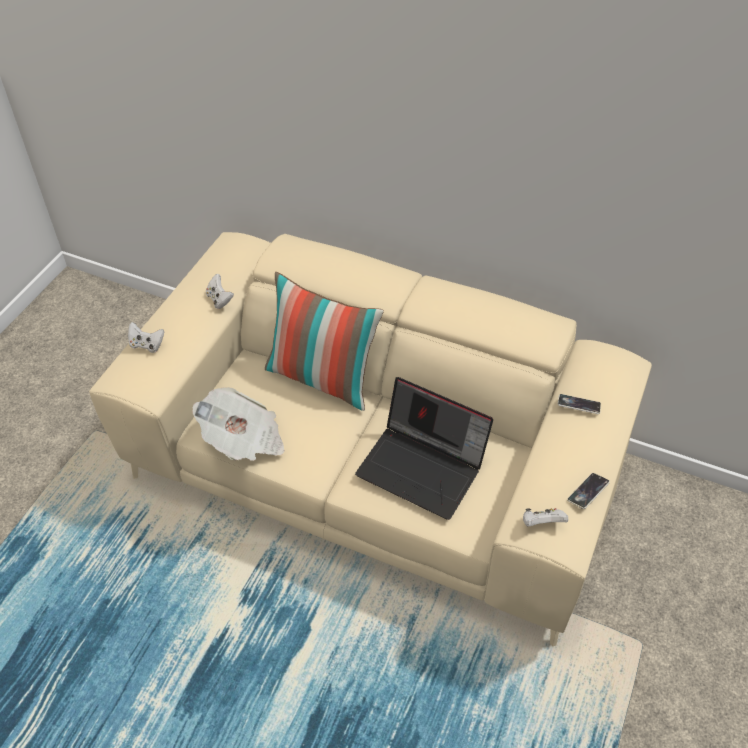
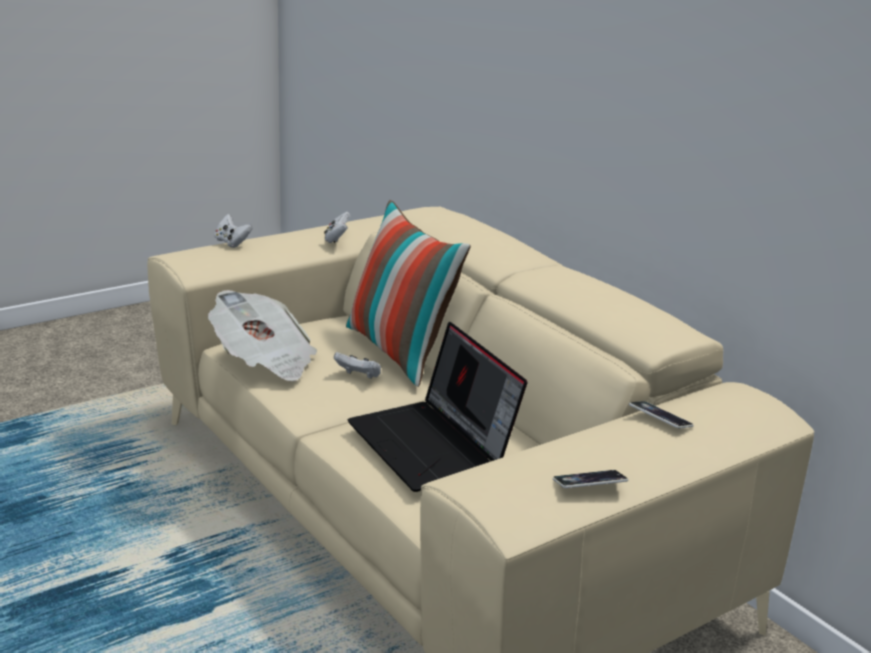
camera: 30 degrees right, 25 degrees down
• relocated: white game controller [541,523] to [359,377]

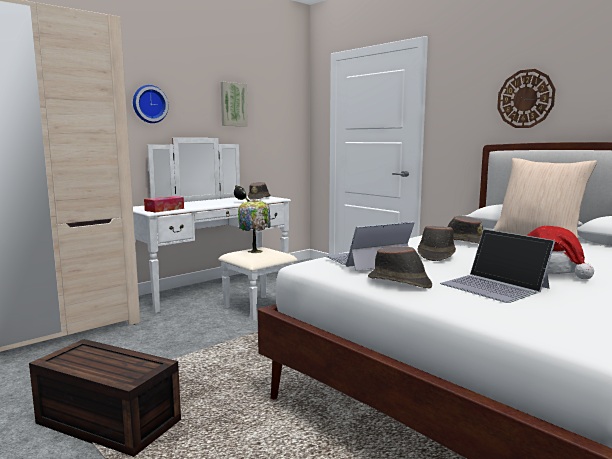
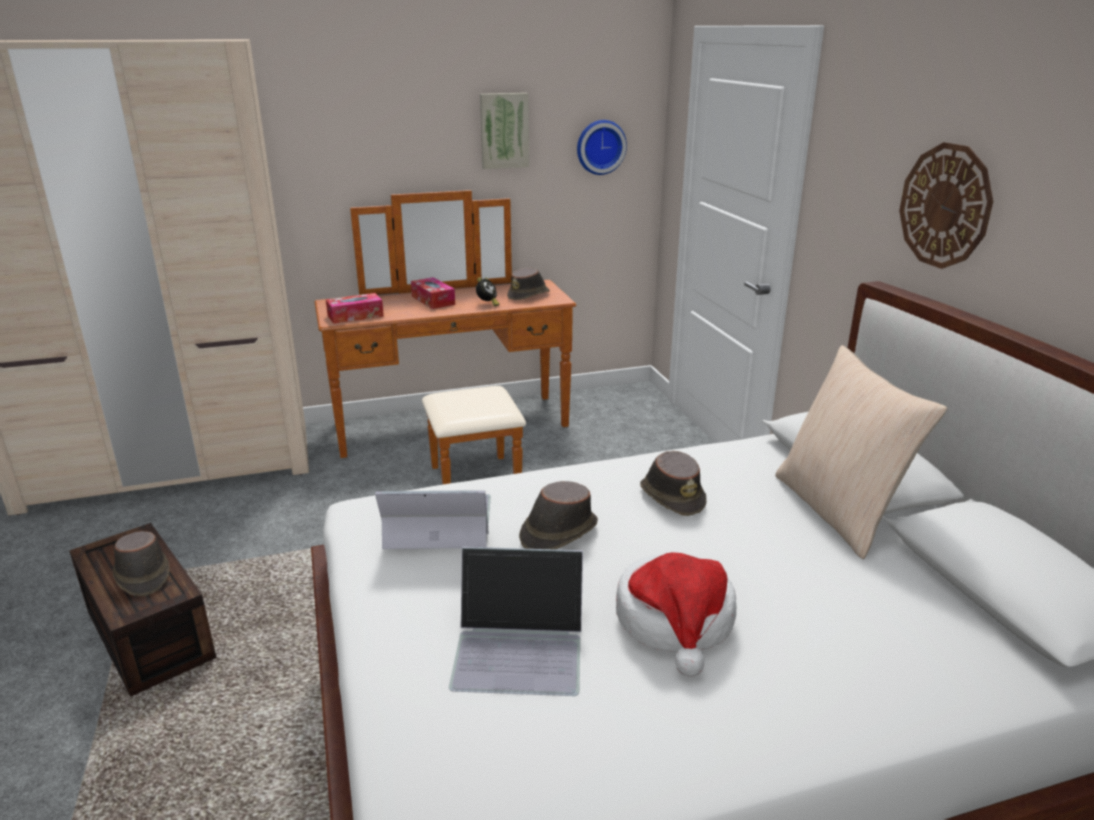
camera: 25 degrees right, 15 degrees up
• relocated: wall clock [149,104] to [600,147]
• colour: white dresser [224,292] to brown dresser [457,436]
• missing: table lamp [255,251]
• relocated: brown hat [400,282] to [142,576]
• spun: laptop [495,286] = [520,647] 75 degrees counterclockwise
• appeared: tissue box [433,300]

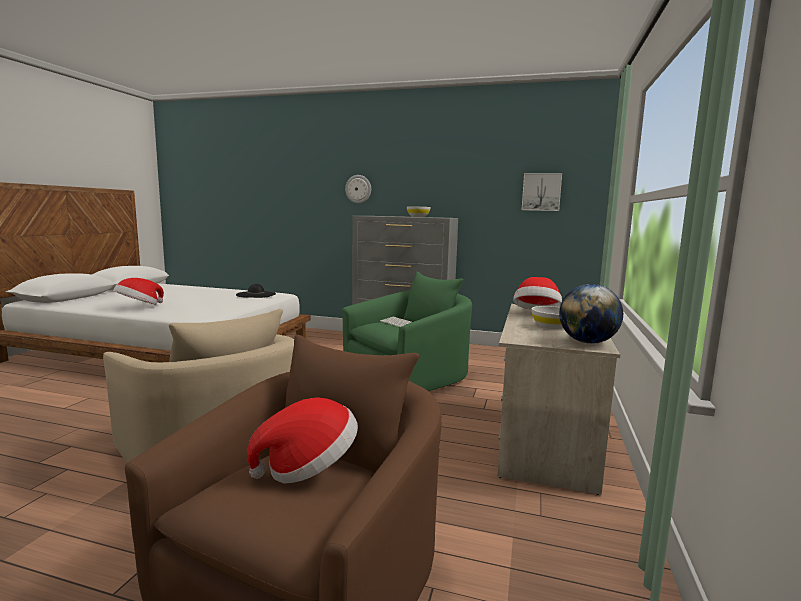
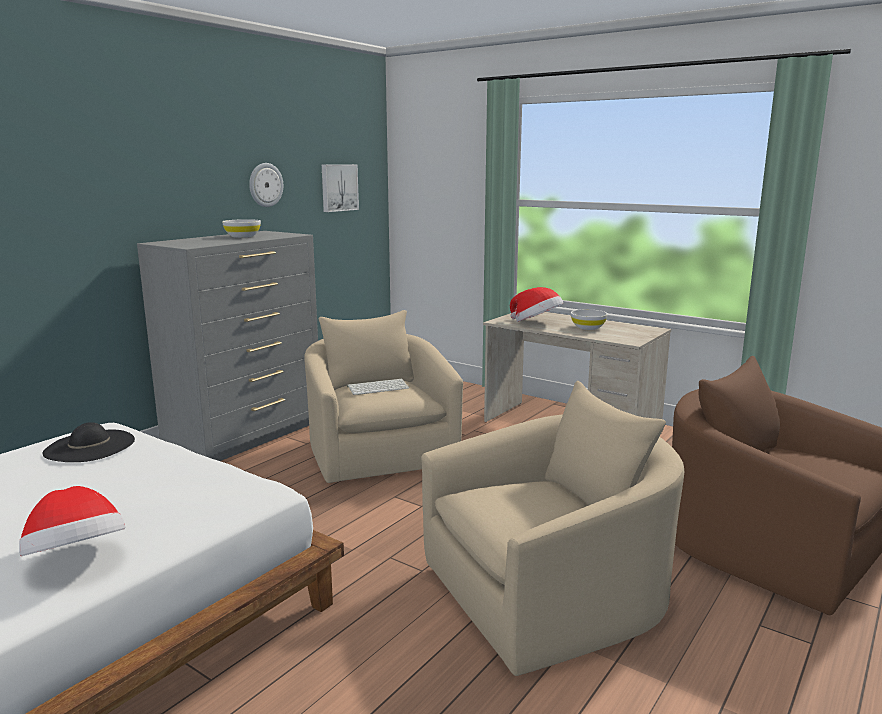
camera: 70 degrees left, 5 degrees up
• missing: hat [308,467]
• colour: green armchair [410,376] to beige armchair [379,452]
• relocated: wall clock [358,189] to [265,185]
• missing: globe [587,342]

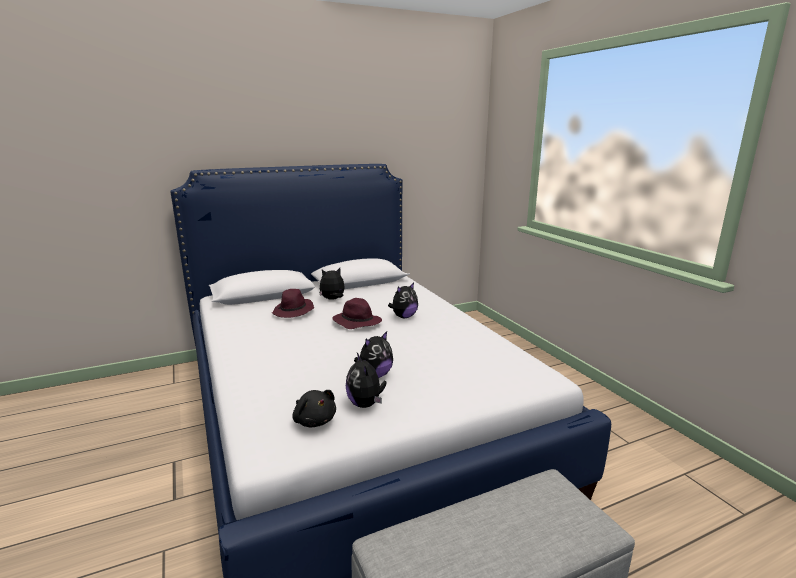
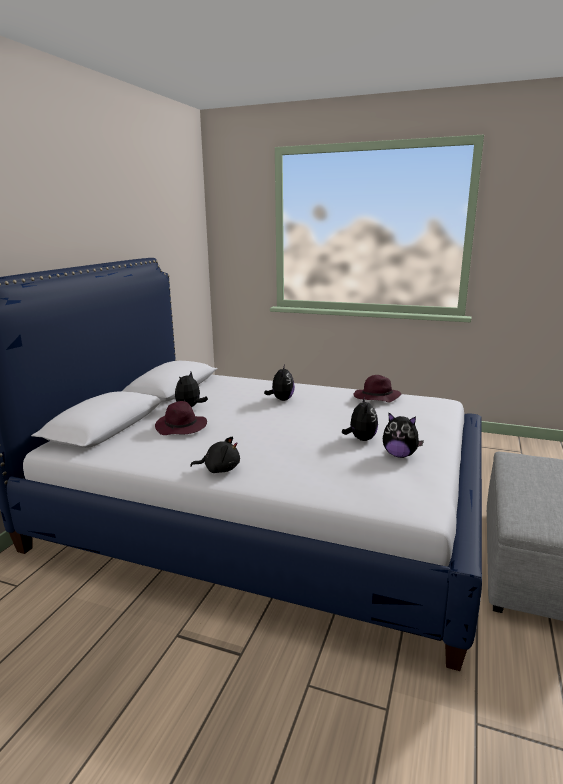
camera: 45 degrees left, 0 degrees up
• relocated: black plush toy [314,420] to [219,469]
• relocated: purple hat [356,322] to [376,398]

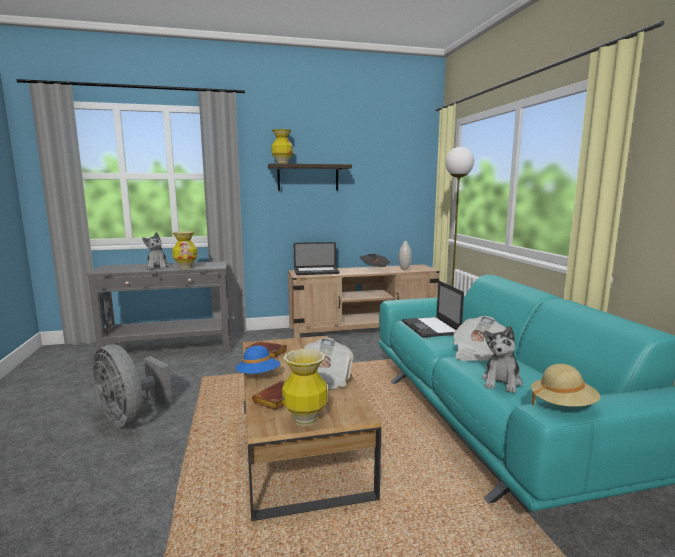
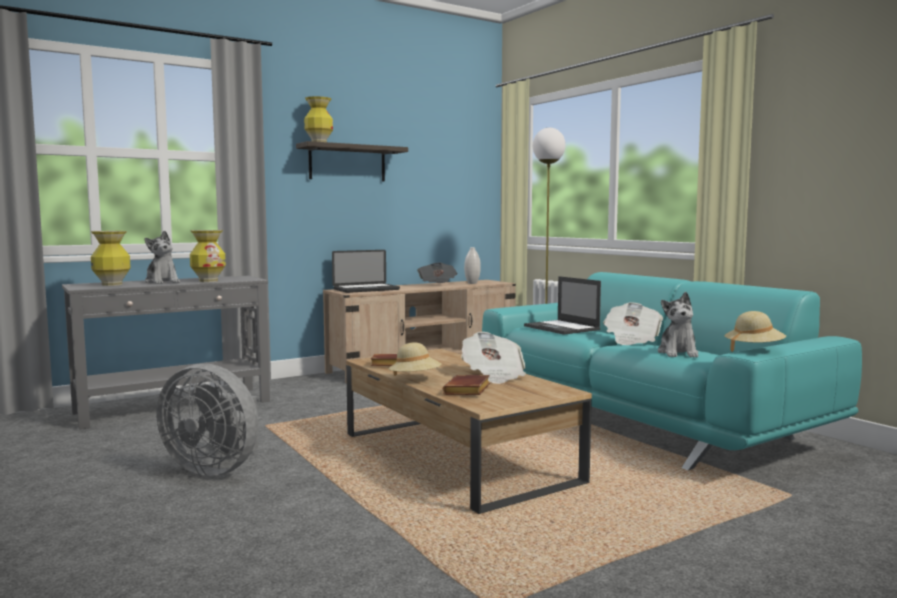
camera: 20 degrees left, 5 degrees down
• colour: blue hat [258,376] to beige hat [415,379]
• relocated: vase [305,419] to [112,285]

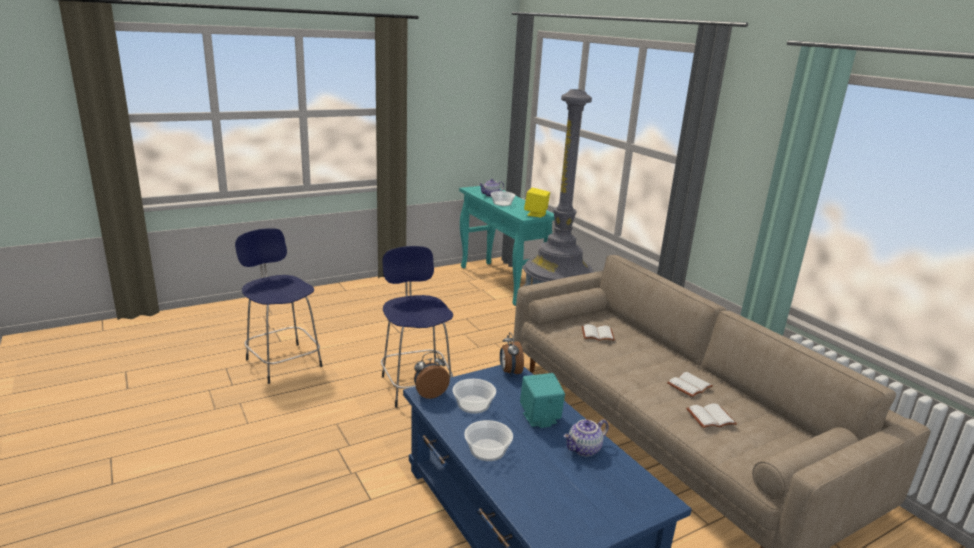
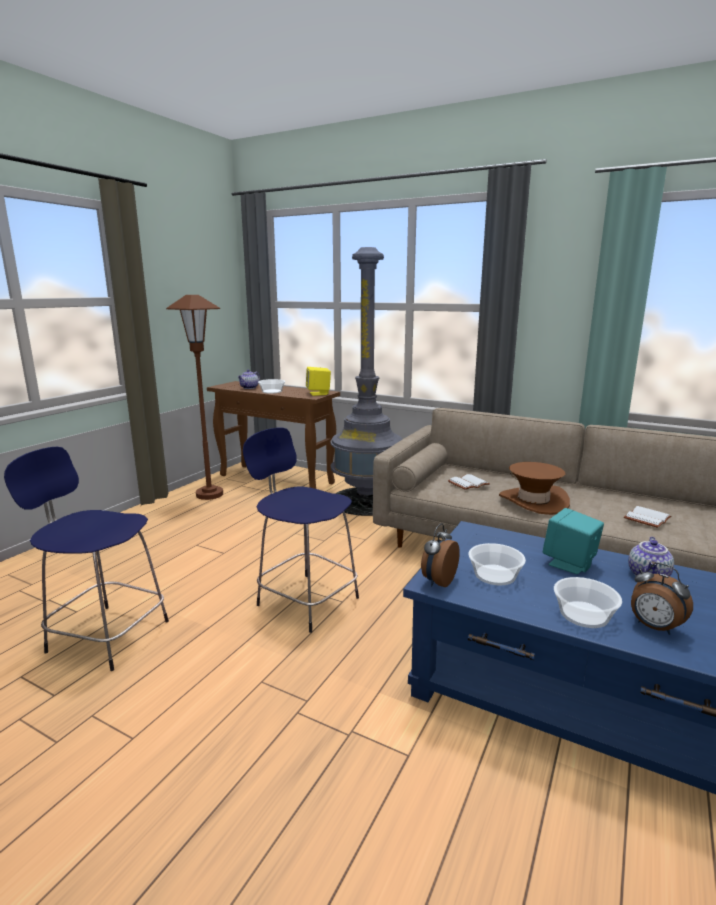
camera: 30 degrees left, 5 degrees down
• colour: turquoise console table [501,283] to brown console table [277,479]
• relocated: alarm clock [509,372] to [654,627]
• missing: white book [690,386]
• appeared: brown floor lamp [209,494]
• appeared: brown hat [533,501]

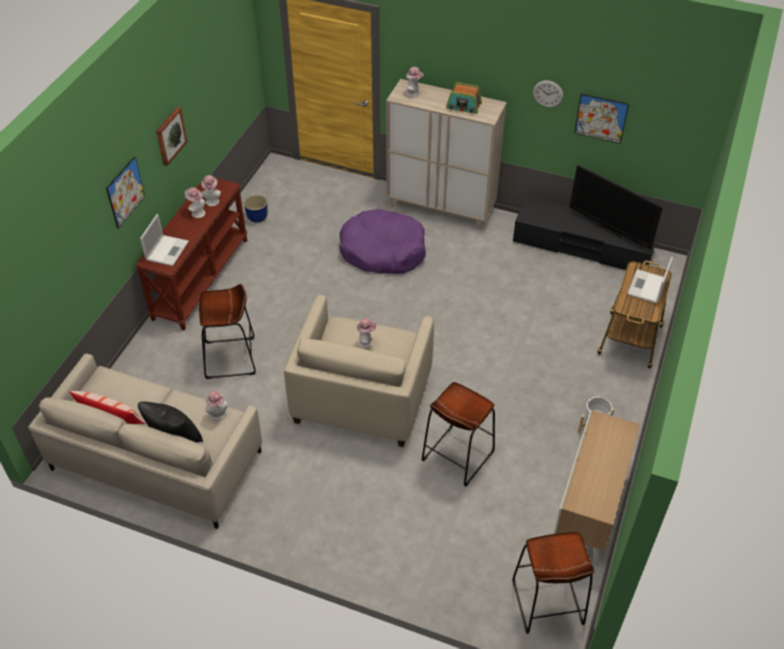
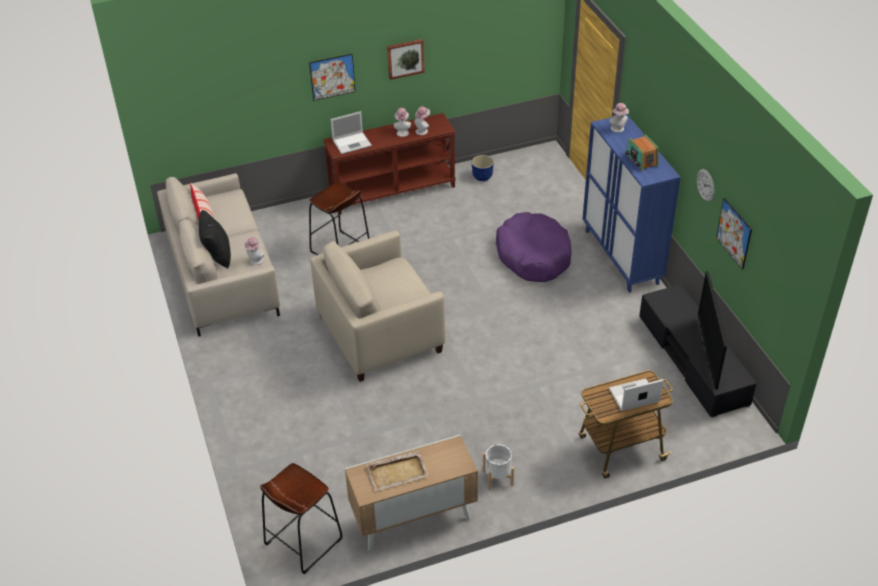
camera: 50 degrees right, 5 degrees down
• missing: hat [366,343]
• colour: beige cabinet [441,208] to blue cabinet [621,257]
• missing: brown stool [457,456]
• appeared: beige tray [398,472]

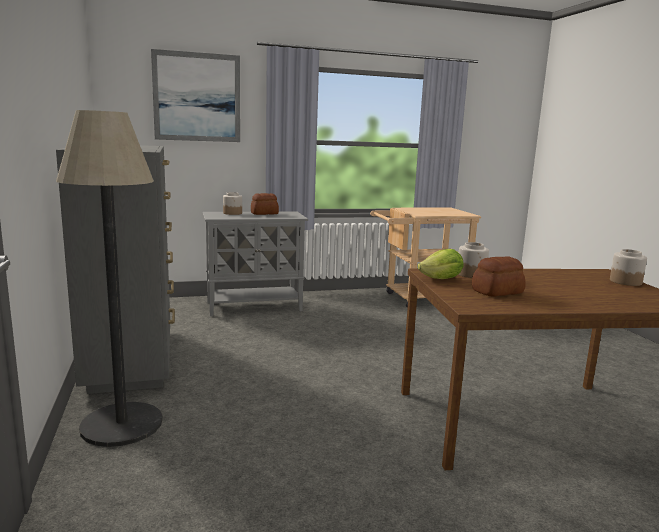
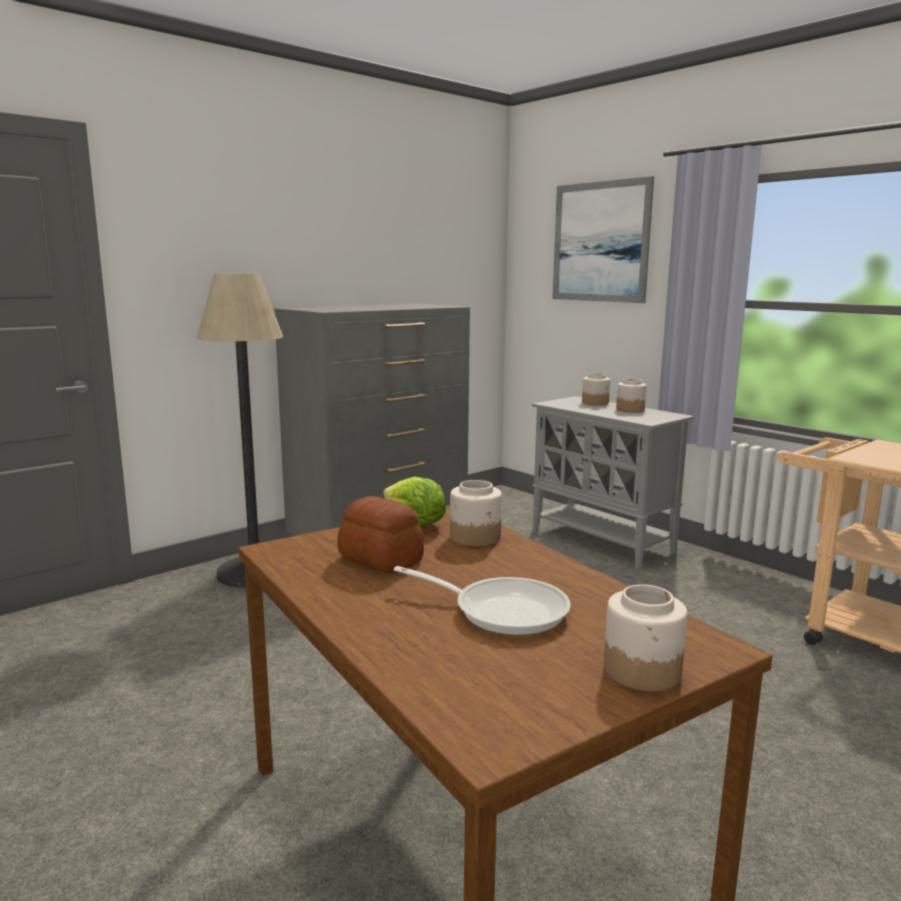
camera: 65 degrees right, 0 degrees up
• exchanged: bread [264,213] to jar [630,410]
• appeared: frying pan [501,610]

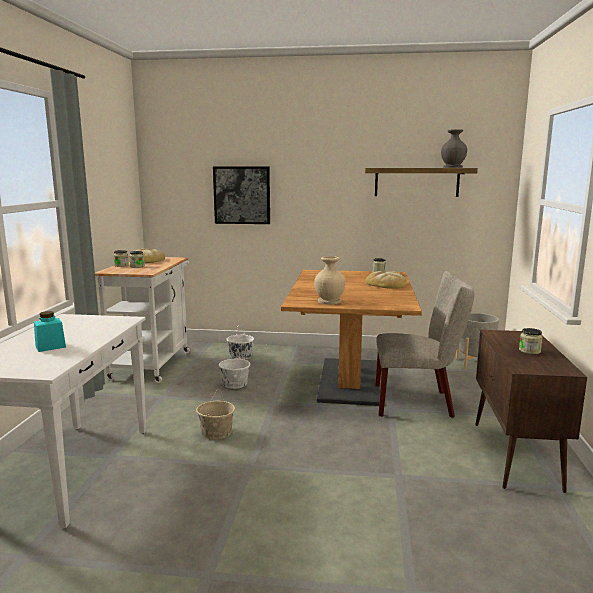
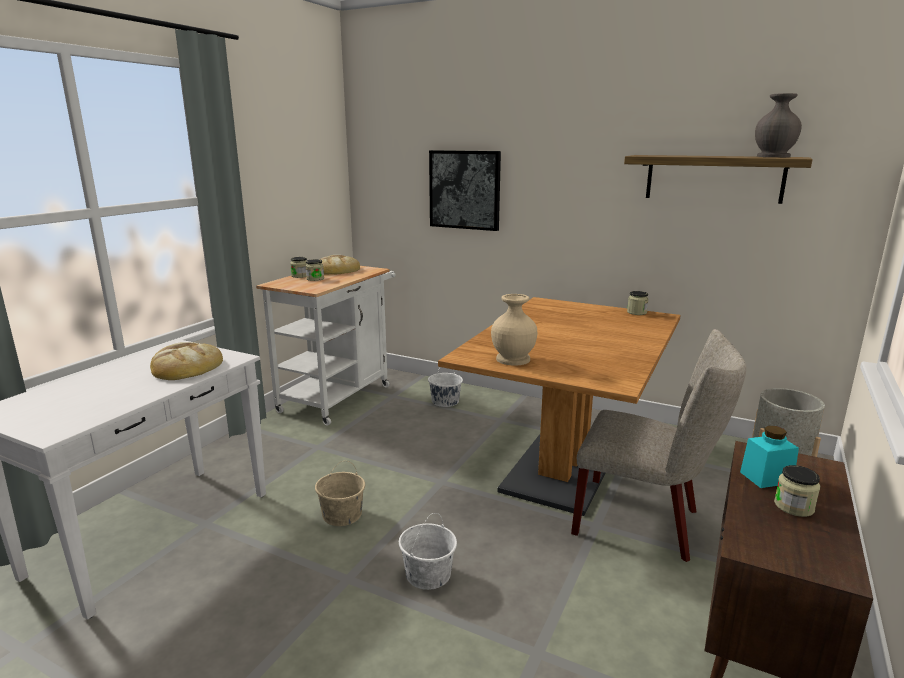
camera: 20 degrees right, 5 degrees up
• relocated: turquoise jar [50,346] to [766,477]
• relocated: white bucket [235,384] to [428,574]
• relocated: bread [386,284] to [186,366]

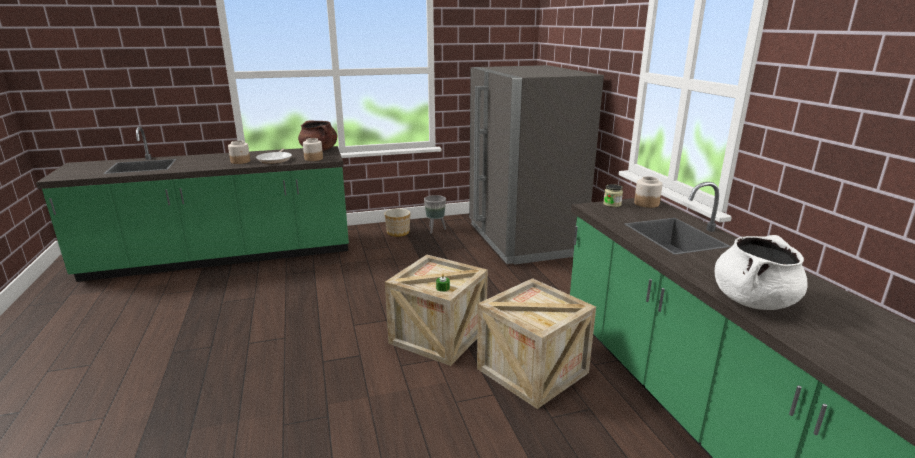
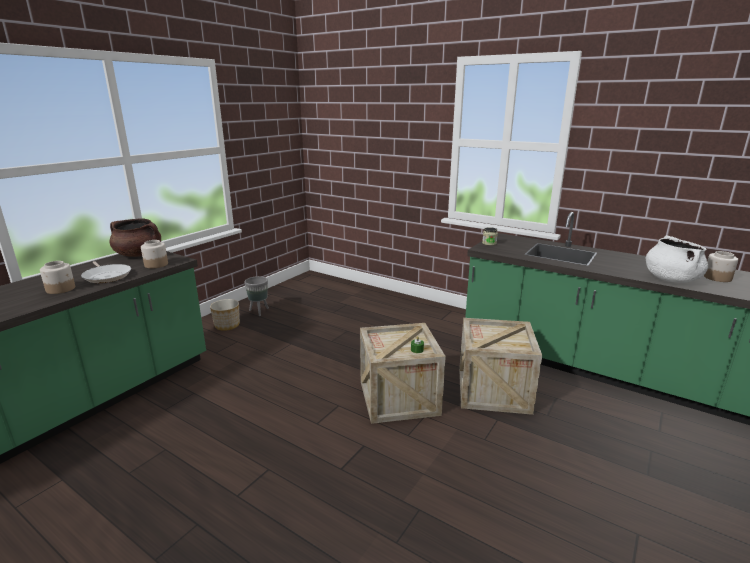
camera: 40 degrees left, 0 degrees up
• missing: grey fridge [523,239]
• relocated: jar [646,203] to [717,278]

